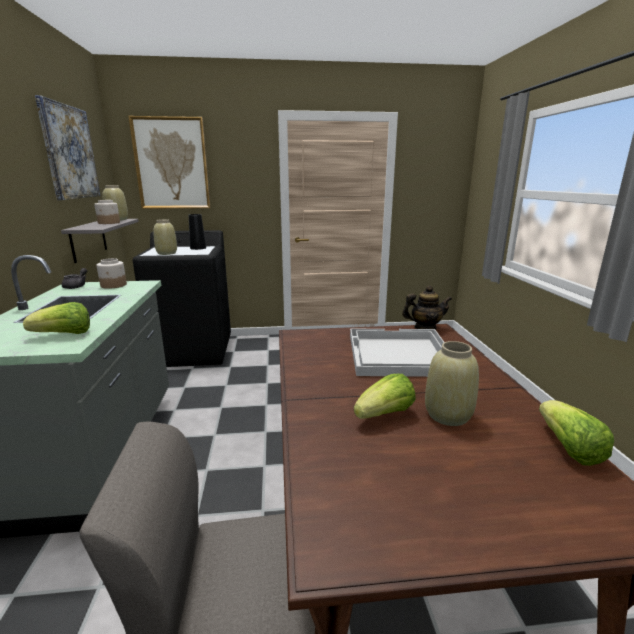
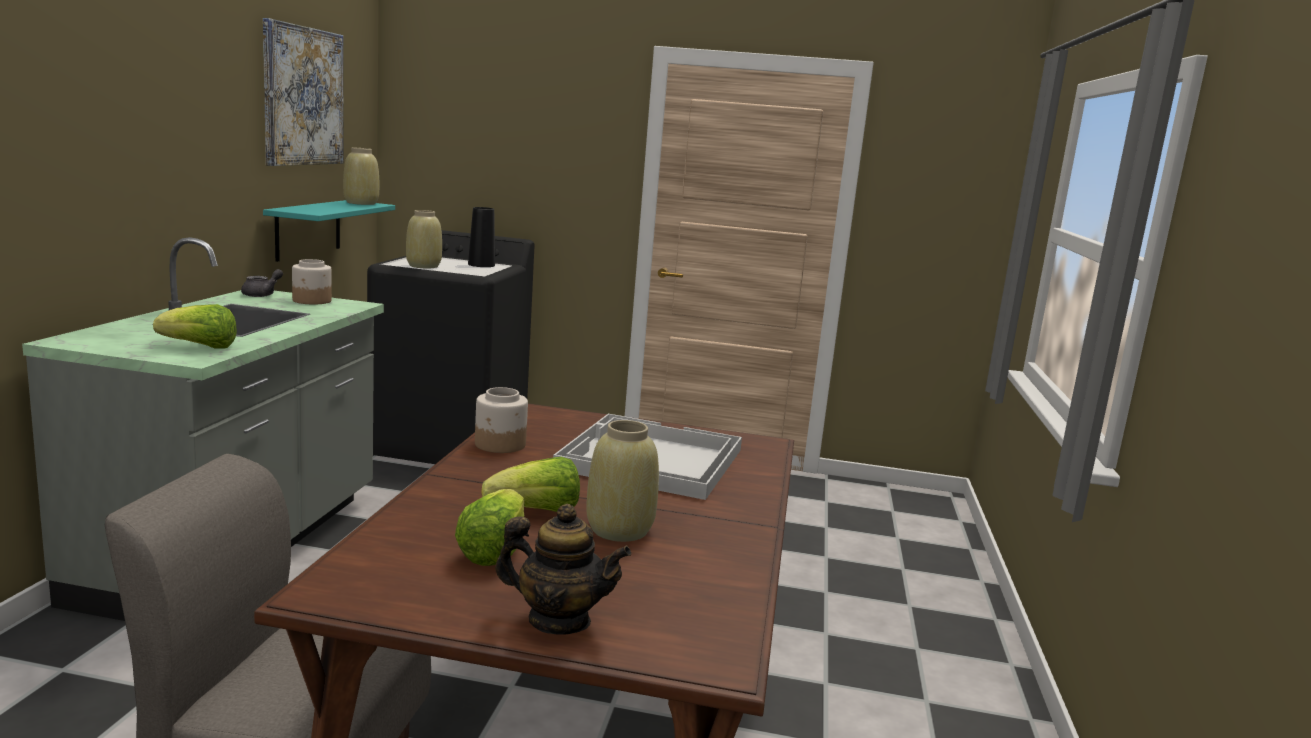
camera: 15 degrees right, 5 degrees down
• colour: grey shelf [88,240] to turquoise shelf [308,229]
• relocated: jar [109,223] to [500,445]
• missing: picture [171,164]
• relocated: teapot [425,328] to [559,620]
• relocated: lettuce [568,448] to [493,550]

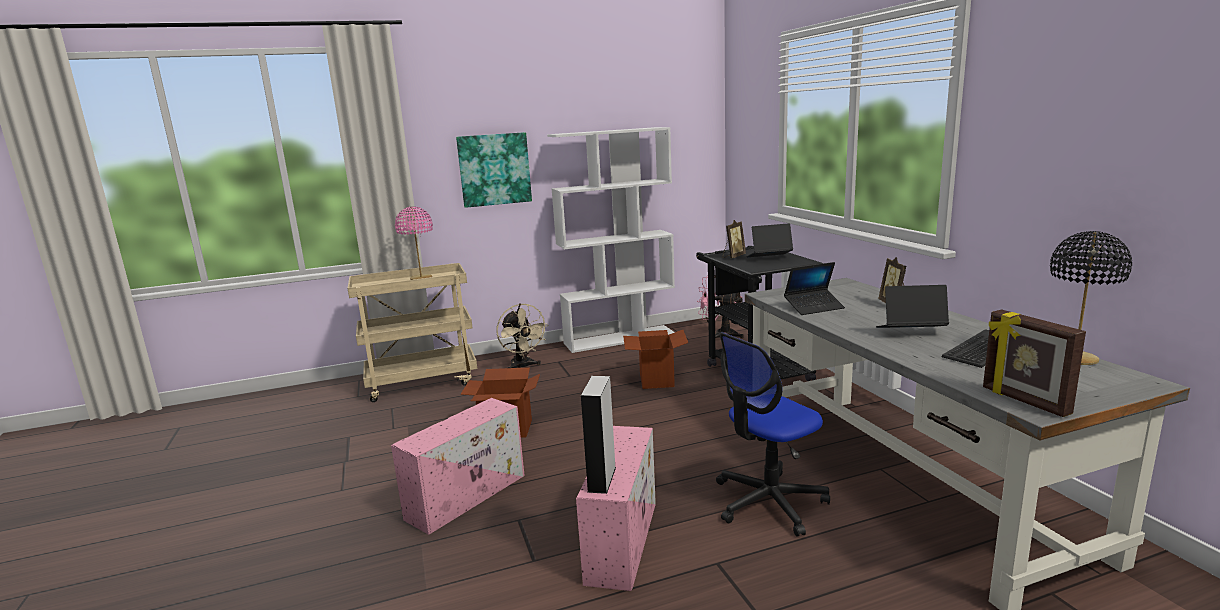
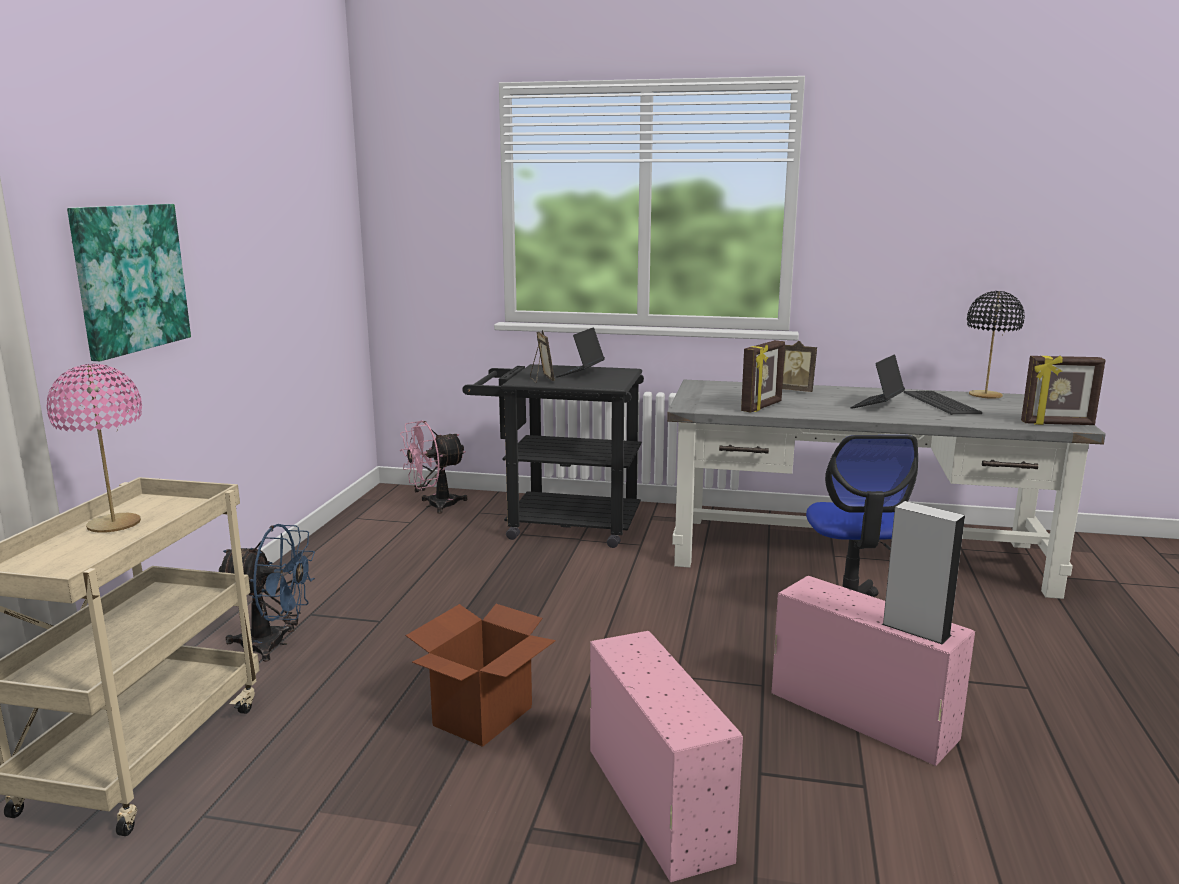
camera: 60 degrees left, 0 degrees up
• colour: beige fan [523,367] to blue fan [274,644]
• missing: white bookcase [620,339]
• missing: cardboard box [656,380]
• exchanged: laptop [814,307] to picture frame [762,407]

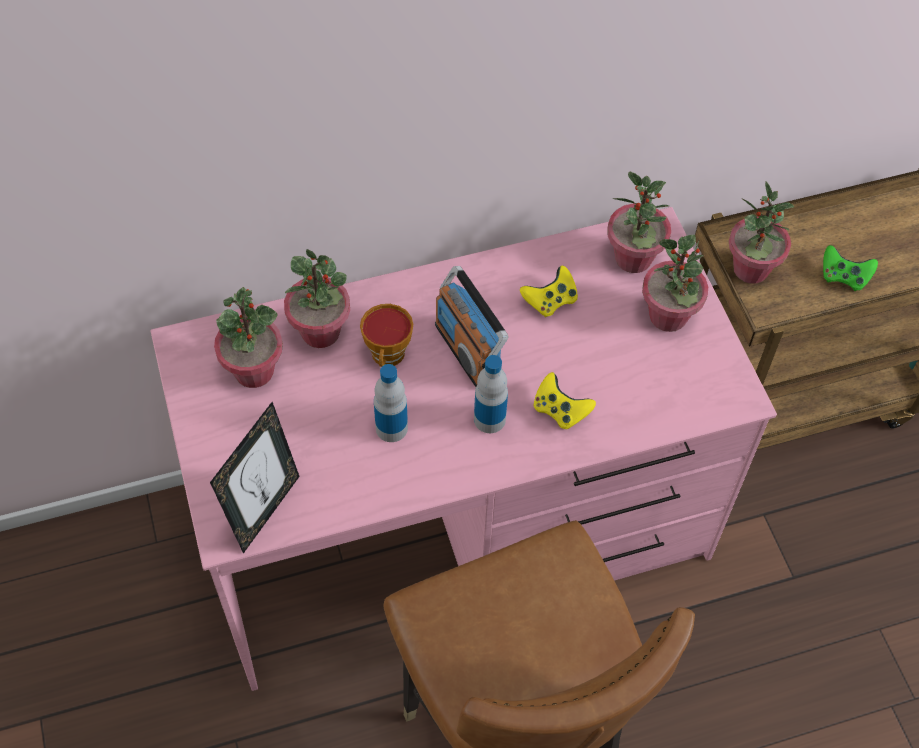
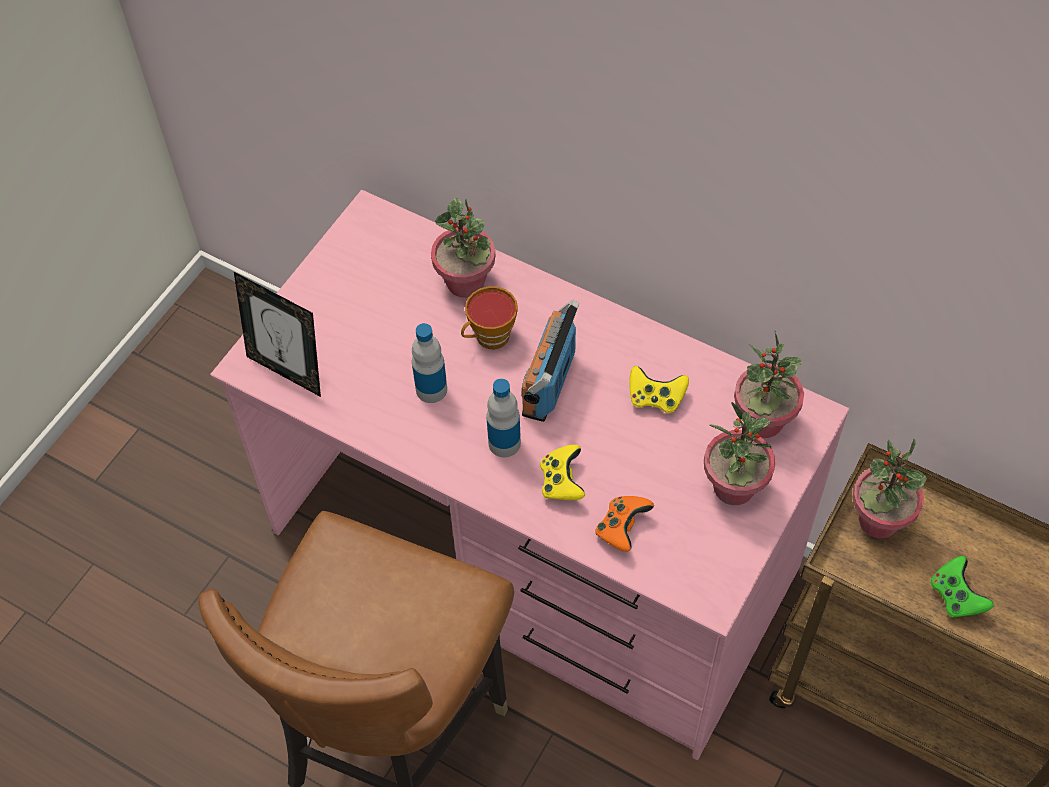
camera: 50 degrees right, 0 degrees up
• spun: picture frame [265,510] = [288,371] 45 degrees clockwise
• missing: potted plant [254,371]
• appeared: orange game controller [622,528]

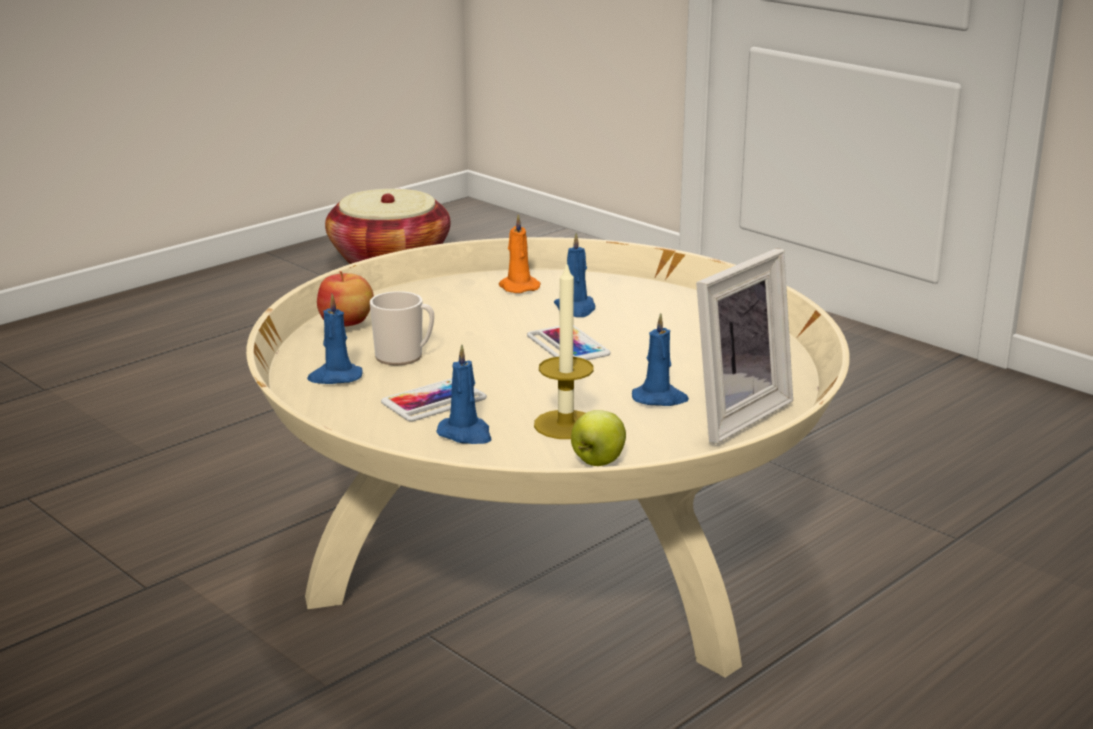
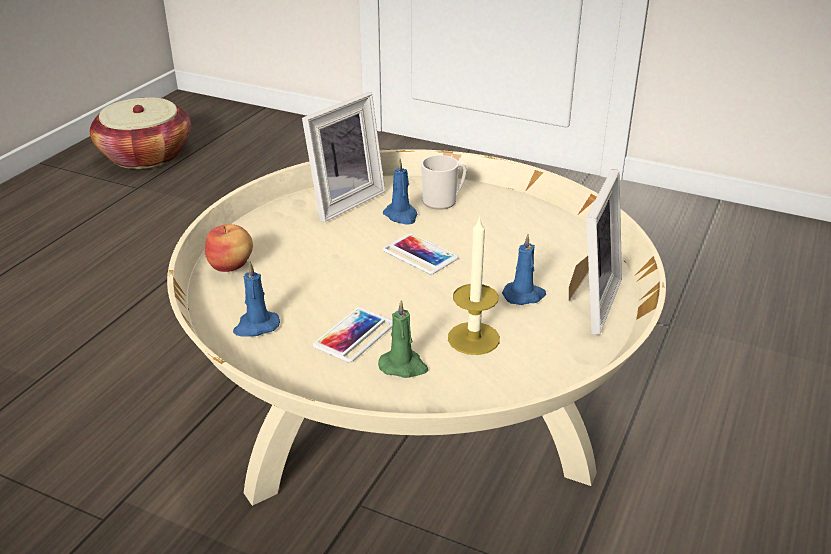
camera: 20 degrees left, 10 degrees up
• relocated: mug [404,356] to [443,201]
• colour: blue candle [466,434] to green candle [404,366]
• exchanged: orange candle [517,287] to picture frame [342,201]
• missing: apple [597,462]

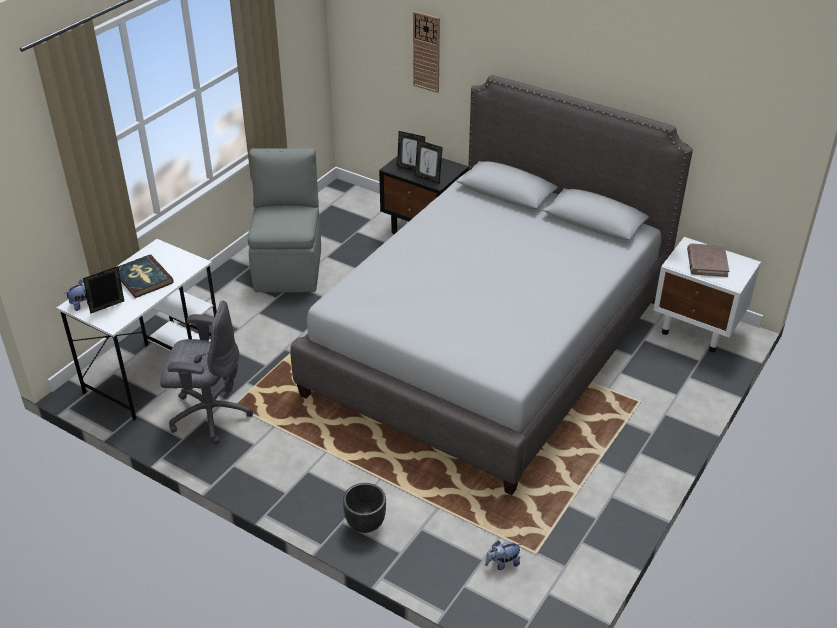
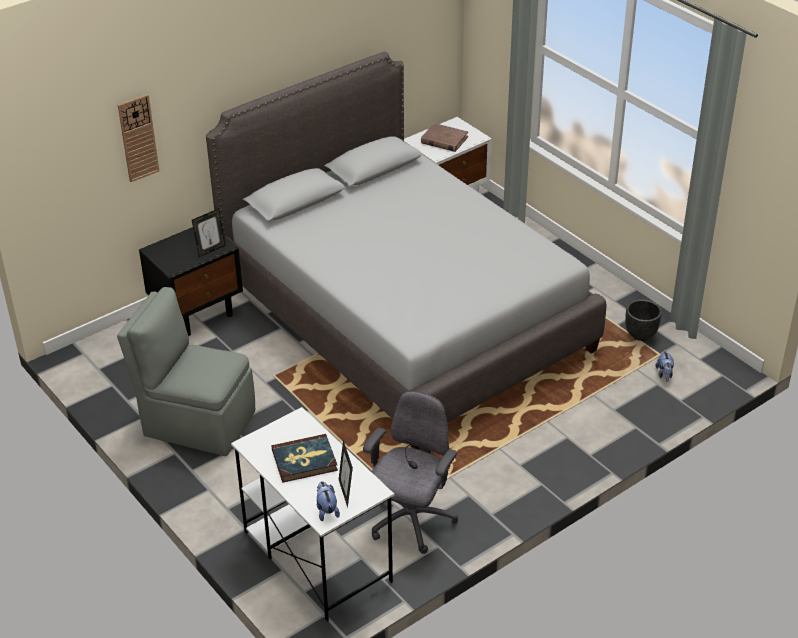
camera: 70 degrees left, 0 degrees up
• relocated: black planter [366,524] to [640,335]
• missing: picture frame [411,168]

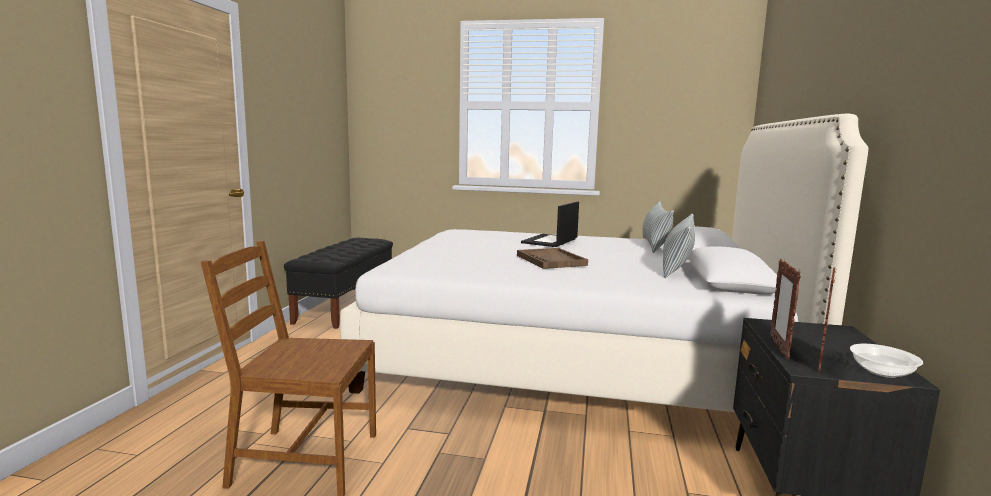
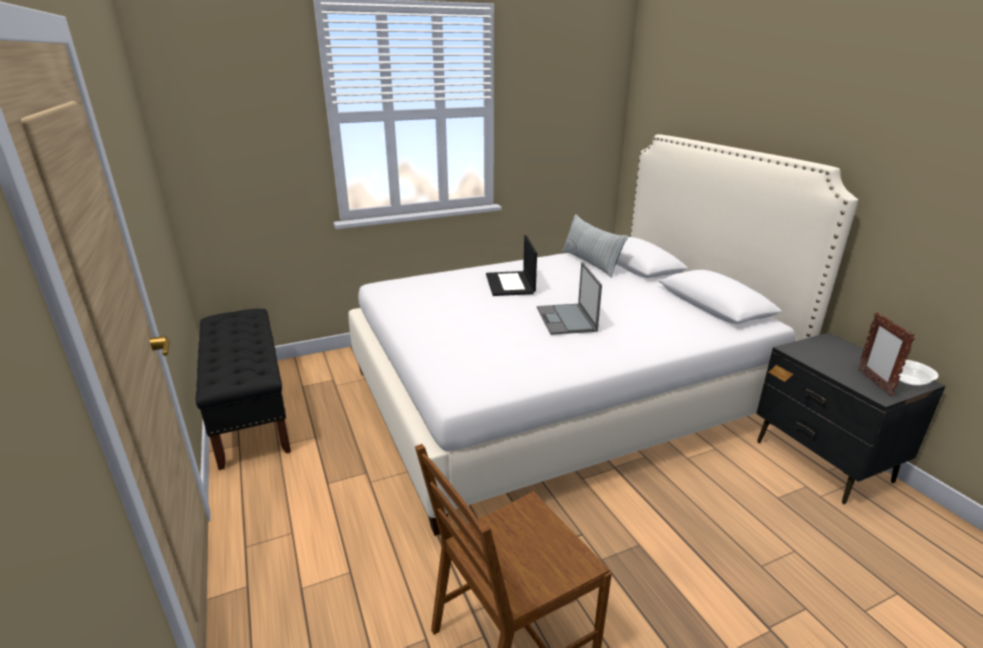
camera: 35 degrees left, 15 degrees up
• exchanged: brown tray [551,260] to laptop [566,319]
• missing: pillow [677,267]
• missing: picture frame [779,347]

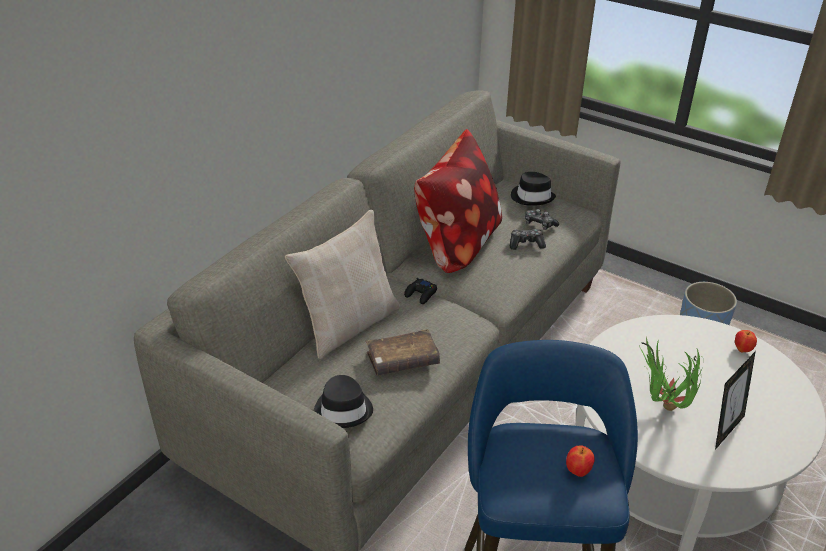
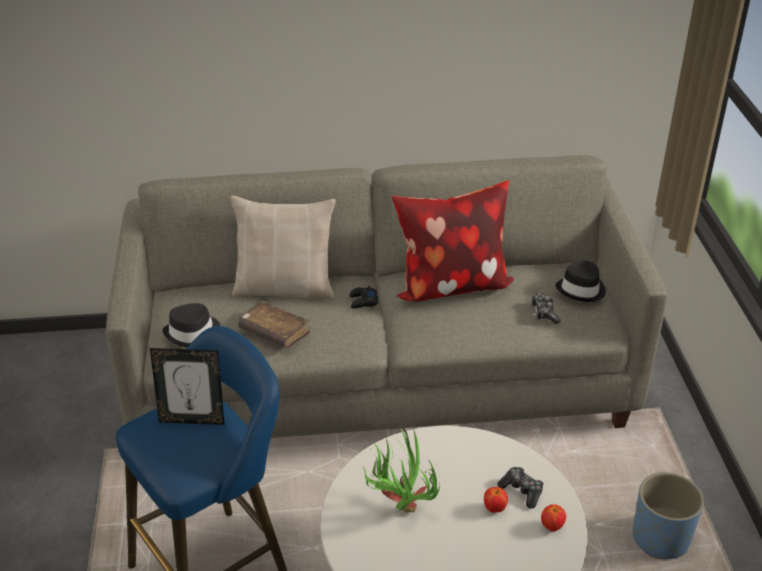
camera: 50 degrees right, 0 degrees up
• relocated: game controller [526,244] to [522,491]
• relocated: apple [578,471] to [494,509]
• relocated: picture frame [725,429] to [192,419]

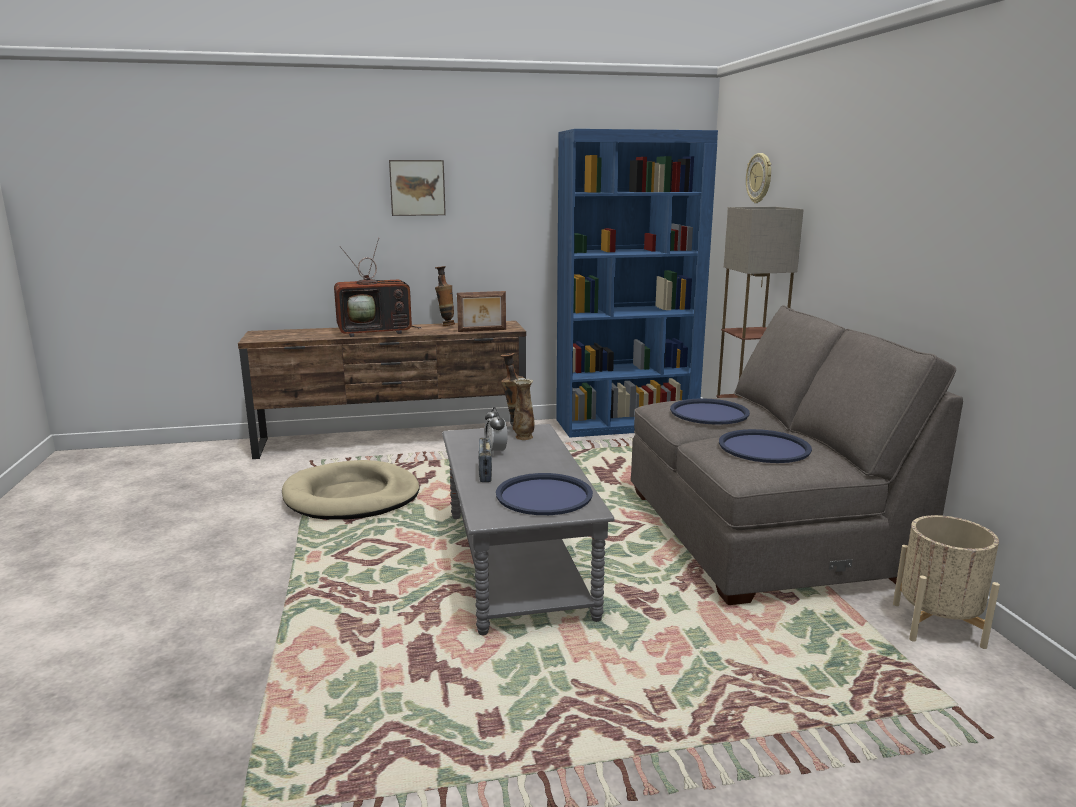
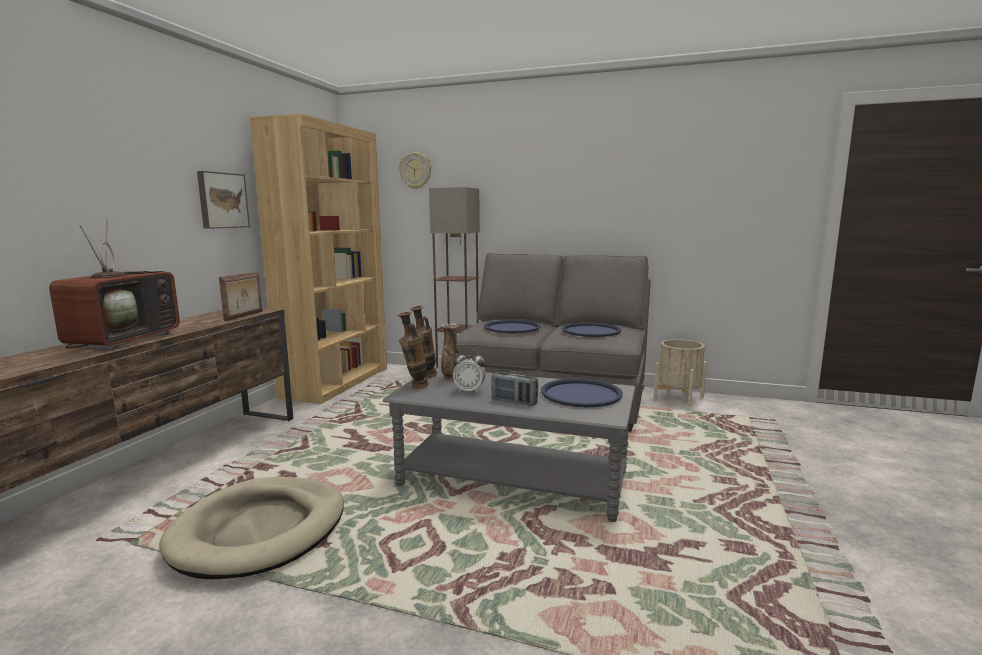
camera: 60 degrees left, 5 degrees down
• relocated: picture [417,187] to [222,200]
• relocated: vase [446,325] to [414,387]
• colour: blue bookcase [626,424] to brown bookcase [336,382]

